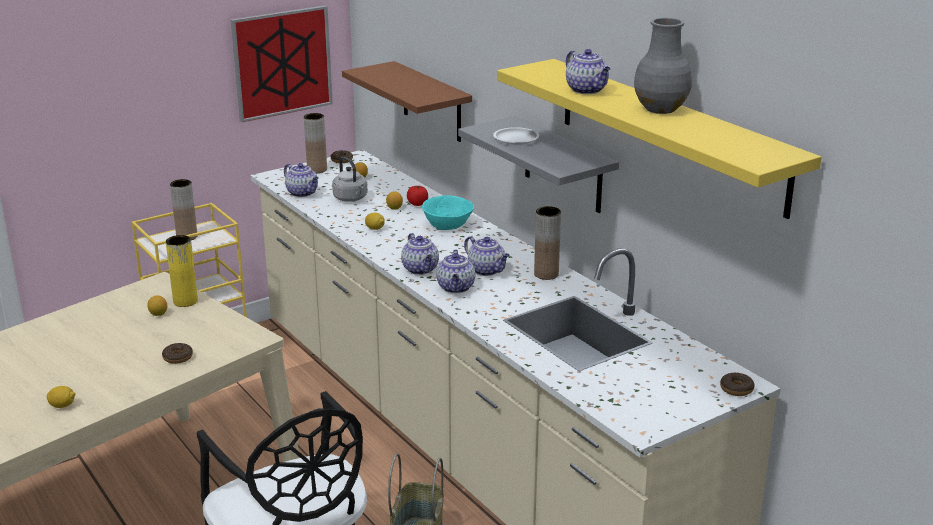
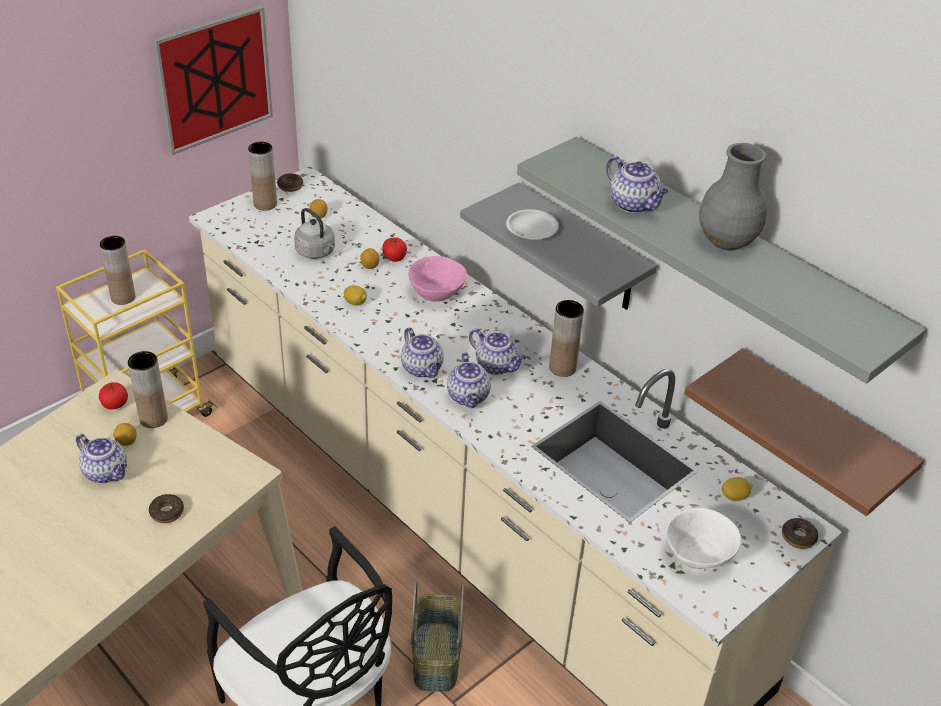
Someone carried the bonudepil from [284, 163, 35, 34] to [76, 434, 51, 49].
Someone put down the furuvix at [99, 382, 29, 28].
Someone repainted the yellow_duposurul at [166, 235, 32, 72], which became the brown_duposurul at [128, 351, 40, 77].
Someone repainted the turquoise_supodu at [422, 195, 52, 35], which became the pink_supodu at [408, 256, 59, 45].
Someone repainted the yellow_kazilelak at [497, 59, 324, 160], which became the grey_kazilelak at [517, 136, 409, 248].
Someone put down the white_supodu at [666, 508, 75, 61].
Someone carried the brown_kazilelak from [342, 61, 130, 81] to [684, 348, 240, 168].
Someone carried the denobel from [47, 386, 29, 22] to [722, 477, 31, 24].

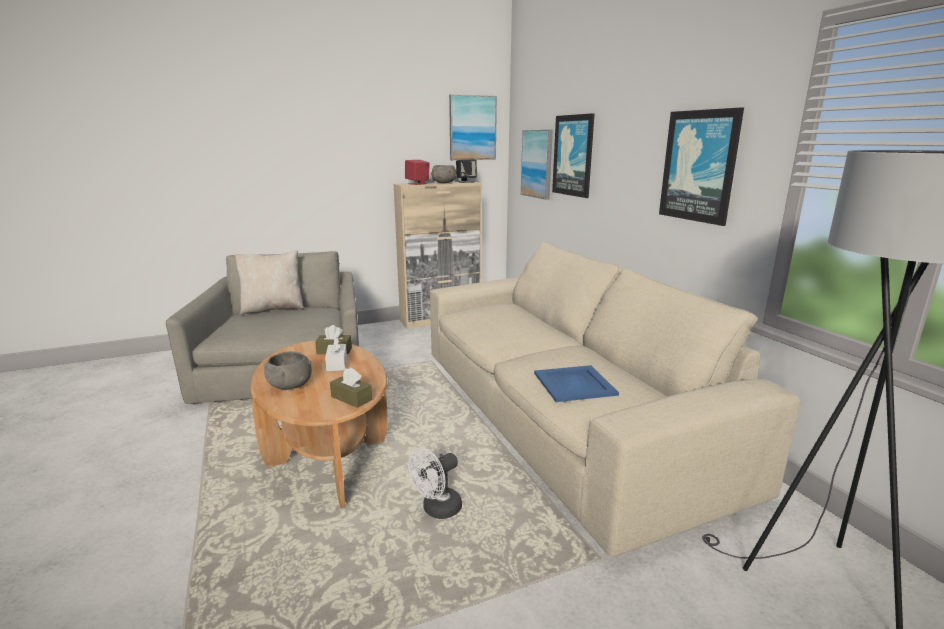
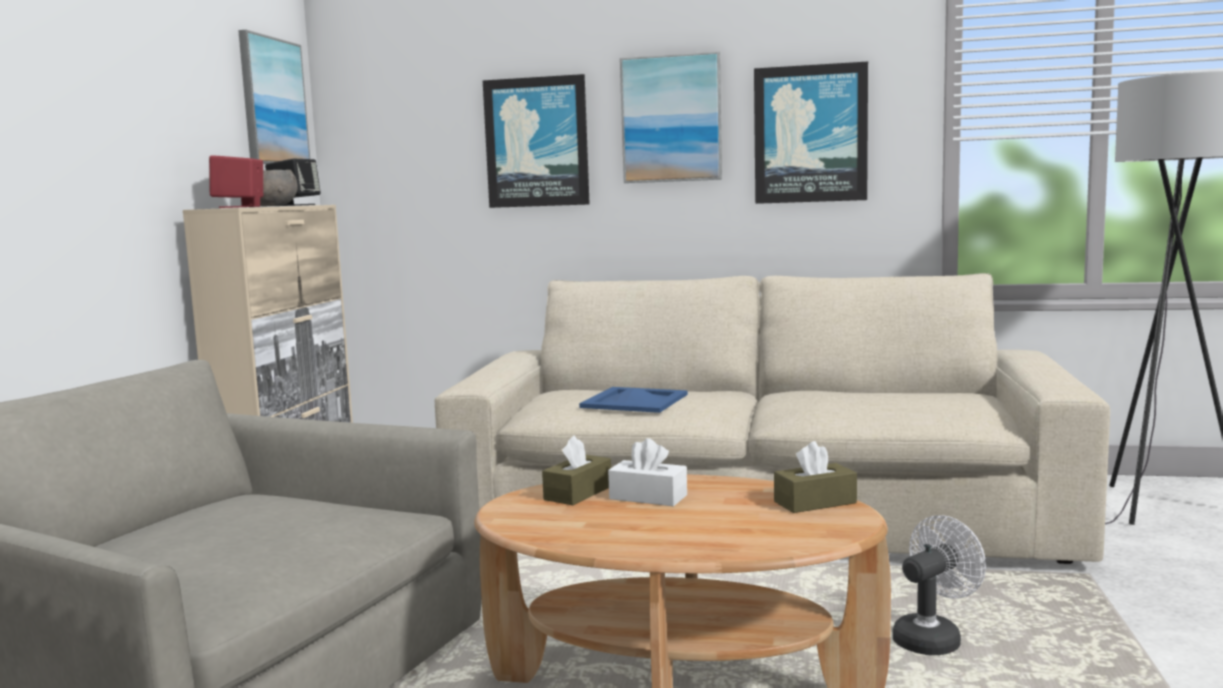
Someone carried the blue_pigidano from [534, 365, 85, 37] to [579, 387, 109, 26].
Someone carried the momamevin from [521, 130, 32, 70] to [620, 51, 102, 132].
Someone rotated the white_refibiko at [408, 447, 54, 72] by 120 degrees counterclockwise.
Someone took away the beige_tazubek at [235, 250, 69, 65].
Someone took away the grey_supodu at [264, 351, 48, 39].

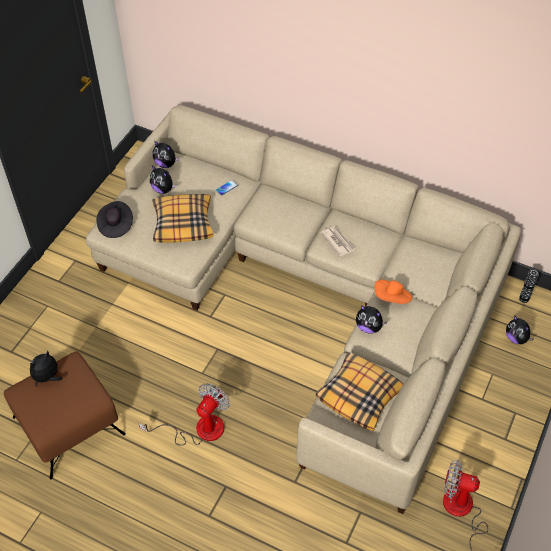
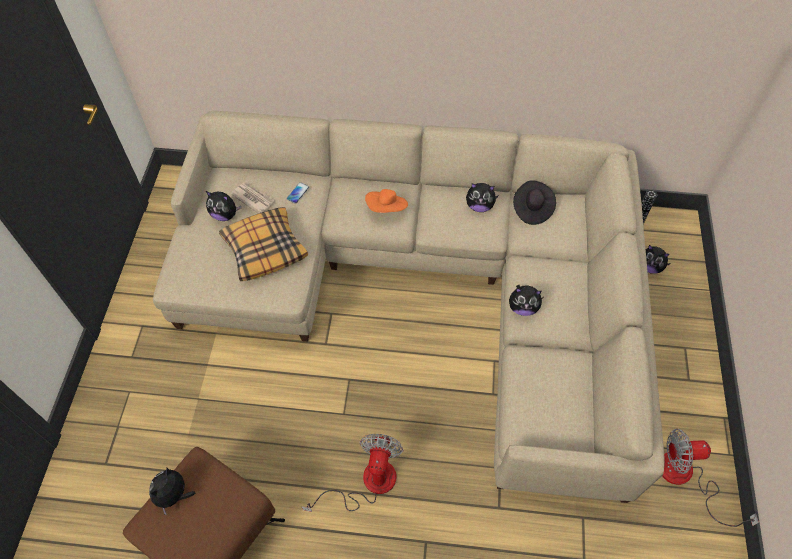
Someone carried the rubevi from [320, 226, 35, 31] to [231, 183, 43, 31].
Someone carried the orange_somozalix from [375, 280, 37, 24] to [365, 189, 43, 24].
Someone carried the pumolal from [153, 141, 27, 27] to [466, 183, 32, 29].
Someone carried the black_somozalix from [96, 201, 37, 37] to [513, 180, 43, 45].
Someone took away the tazubek at [316, 352, 87, 79].

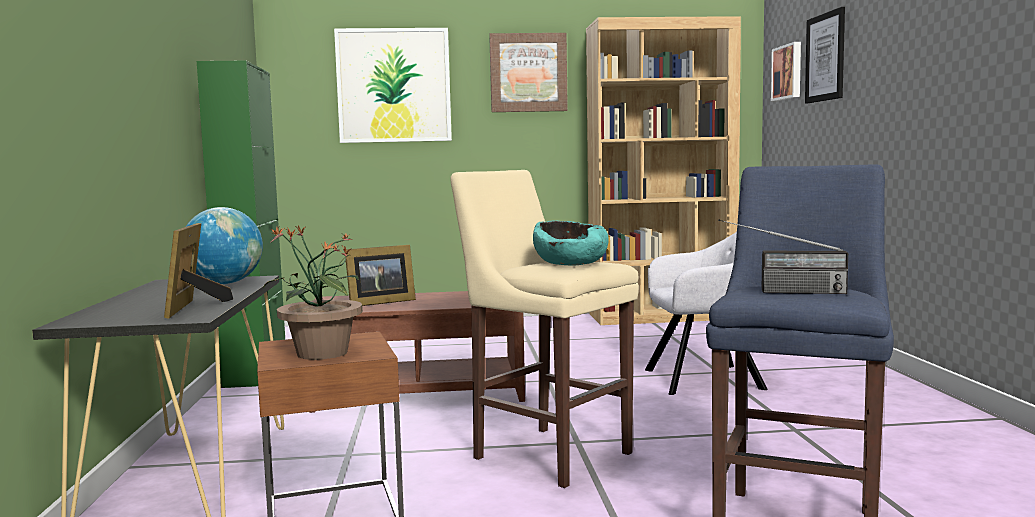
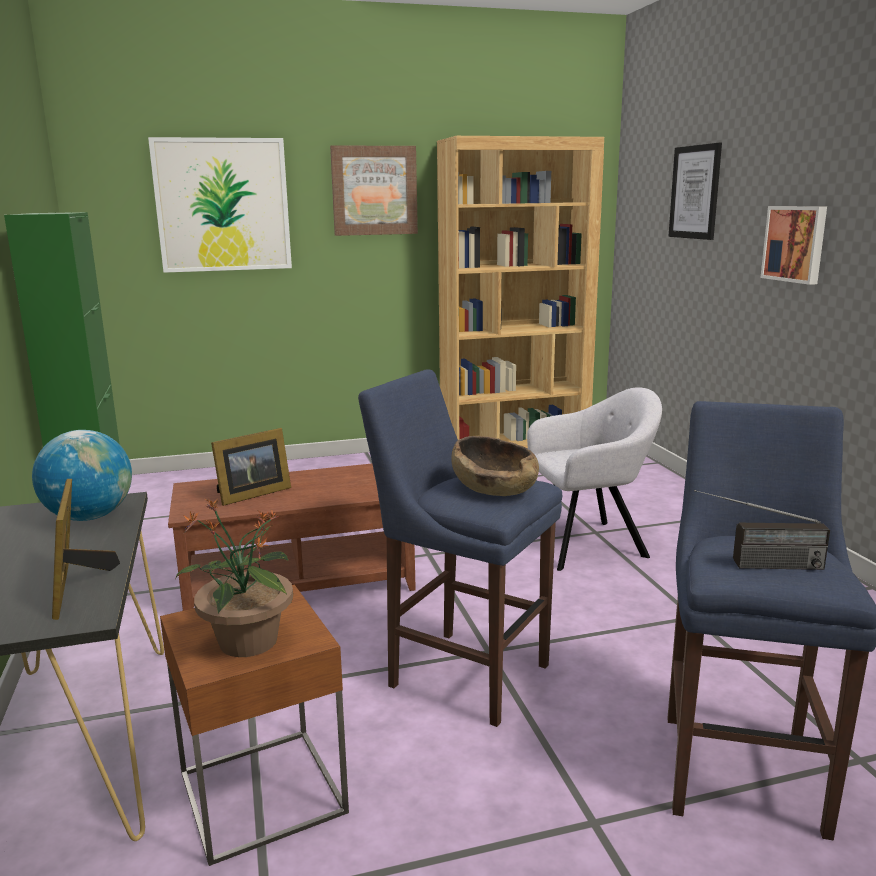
Someone repainted the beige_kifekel at [450, 170, 189, 318], which became the blue_kifekel at [358, 369, 204, 358].
Someone repainted the turquoise_supodu at [533, 220, 76, 46], which became the brown_supodu at [451, 436, 88, 60].
Someone carried the momamevin from [771, 42, 30, 59] to [760, 206, 67, 79].

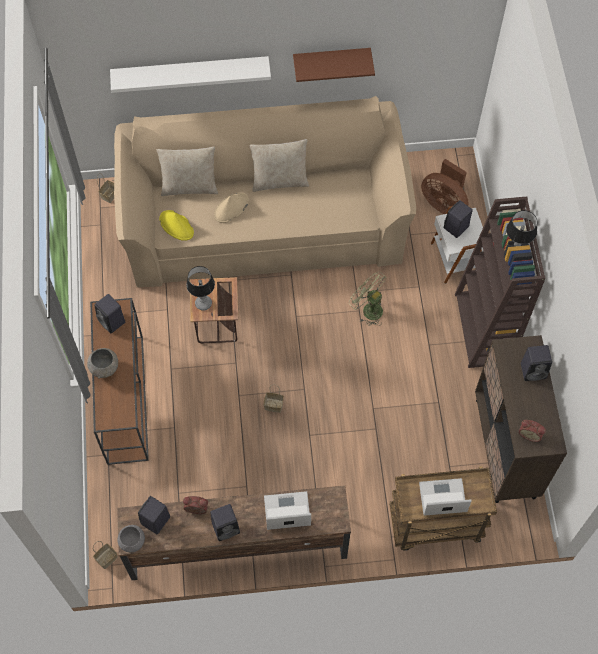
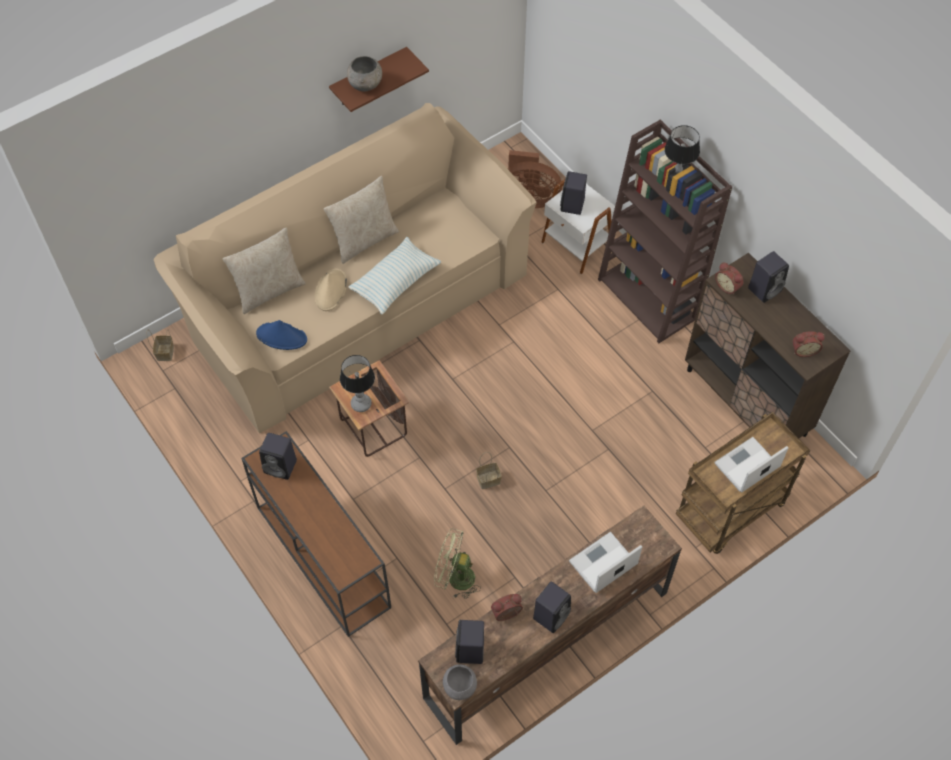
Someone repainted the yellow_somozalix at [159, 210, 35, 31], which became the blue_somozalix at [256, 320, 51, 30].
Someone carried the grey_supodu from [87, 348, 31, 31] to [347, 56, 35, 36].
Someone put down the tazubek at [348, 237, 93, 78].
Someone carried the green_refibiko from [349, 272, 38, 54] to [434, 528, 47, 71].
Someone put down the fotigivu at [715, 262, 28, 33].
Someone took away the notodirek at [93, 541, 25, 28].
Someone took away the white_kazilelak at [110, 56, 161, 37].

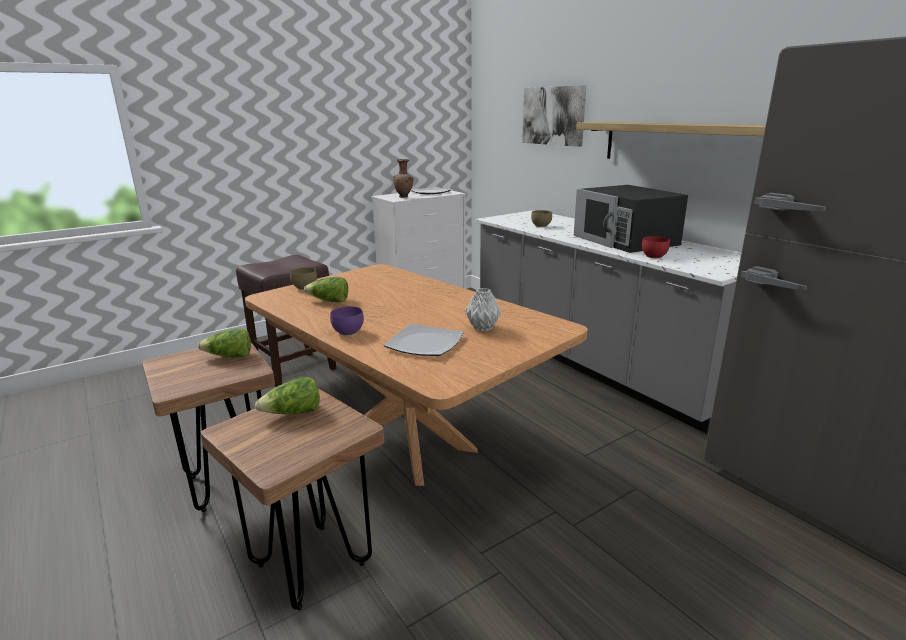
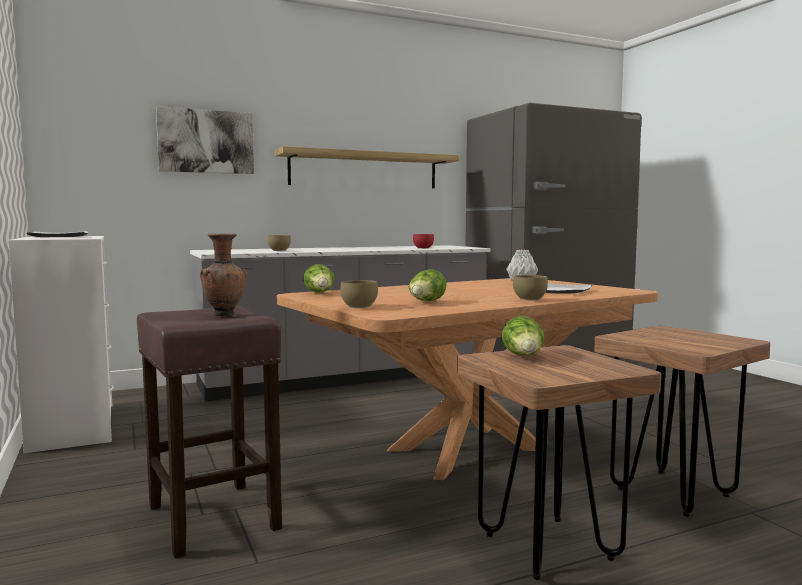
Someone carried the brown_duposurul from [393, 159, 20, 39] to [200, 234, 47, 82].
Someone carried the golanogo from [255, 377, 65, 37] to [303, 264, 32, 29].
Someone repainted the purple_supodu at [330, 306, 34, 29], which became the brown_supodu at [513, 275, 35, 25].
Someone took away the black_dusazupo at [574, 185, 114, 68].

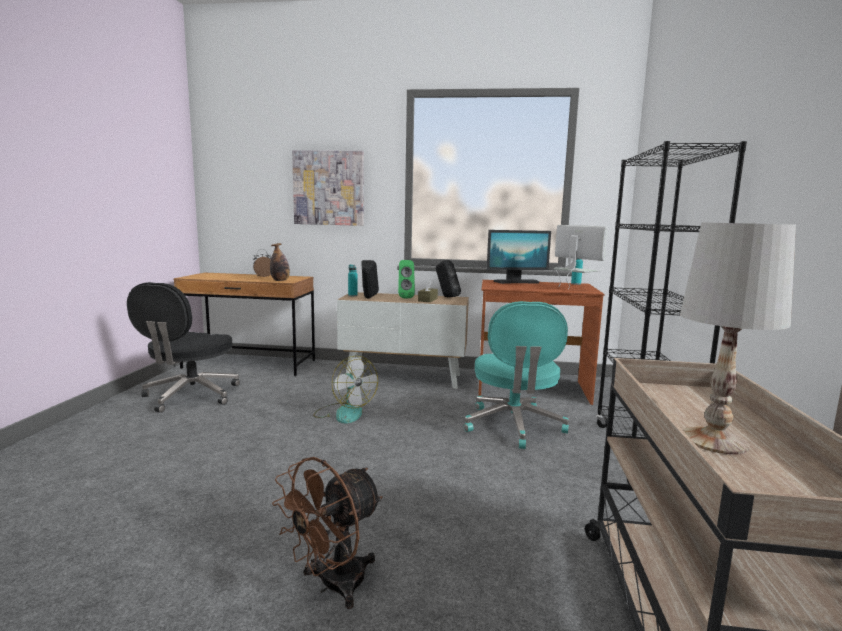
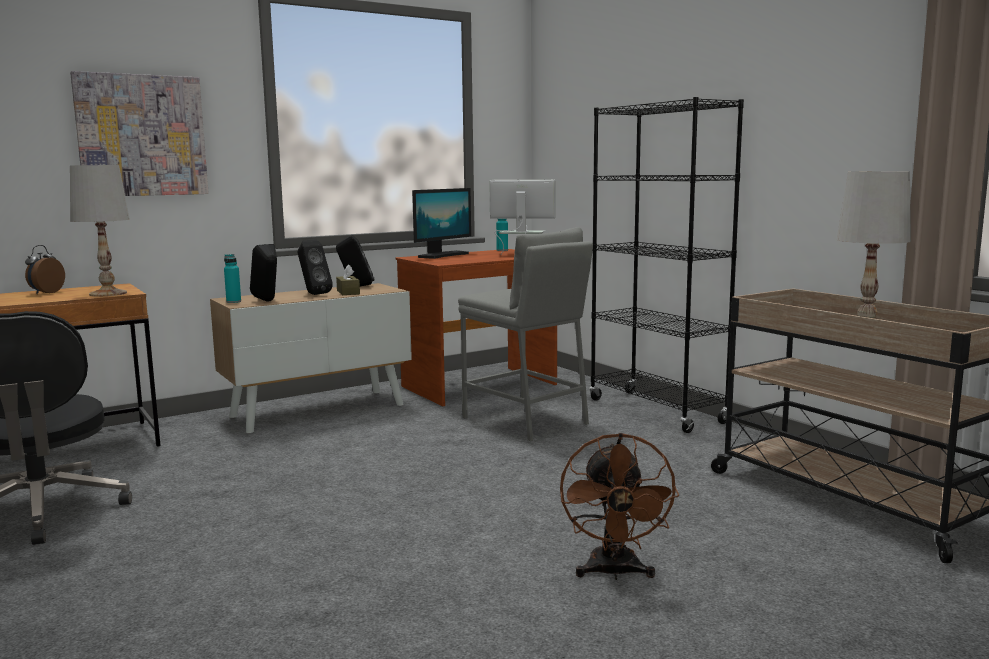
Someone swapped the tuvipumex at [270, 243, 20, 38] for the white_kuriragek at [70, 165, 60, 131].
Someone repainted the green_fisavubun at [398, 260, 17, 39], which became the black_fisavubun at [297, 239, 36, 56].
Someone swapped the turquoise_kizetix at [464, 301, 105, 148] for the grey_kifekel at [458, 227, 135, 214].
Someone took away the refibiko at [313, 356, 65, 68].

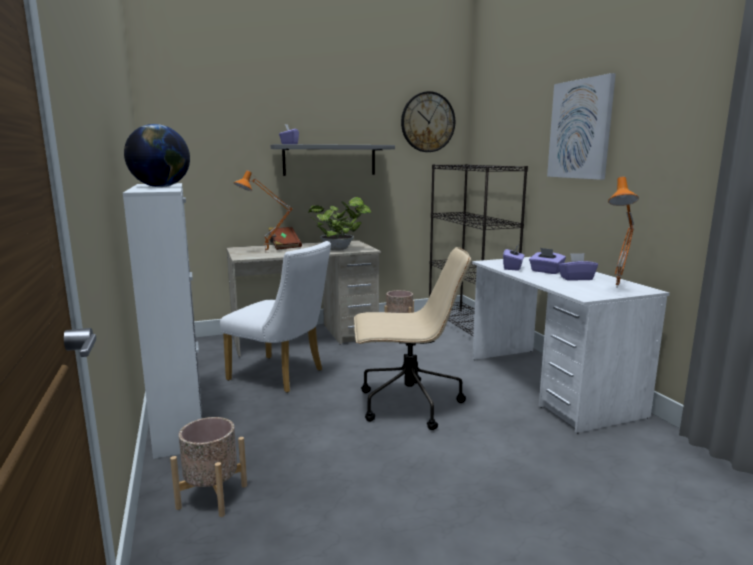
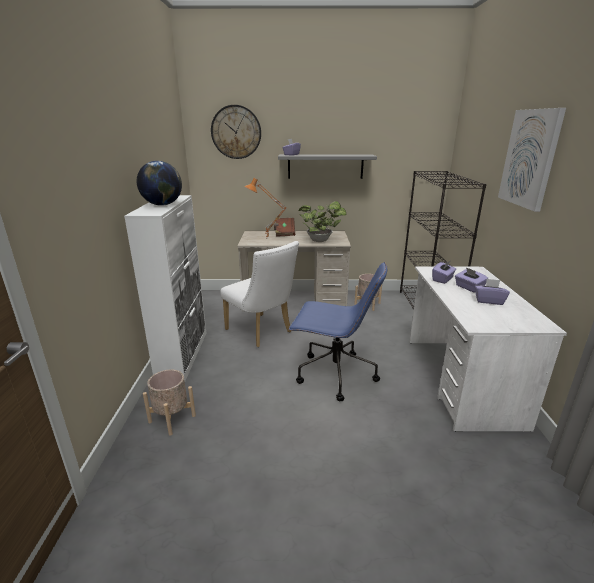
Someone carried the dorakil from [401, 91, 54, 61] to [211, 105, 50, 54].
Someone repainted the beige_kizetix at [354, 247, 117, 183], which became the blue_kizetix at [288, 262, 99, 139].
Someone took away the orange_kuriragek at [608, 177, 31, 111].

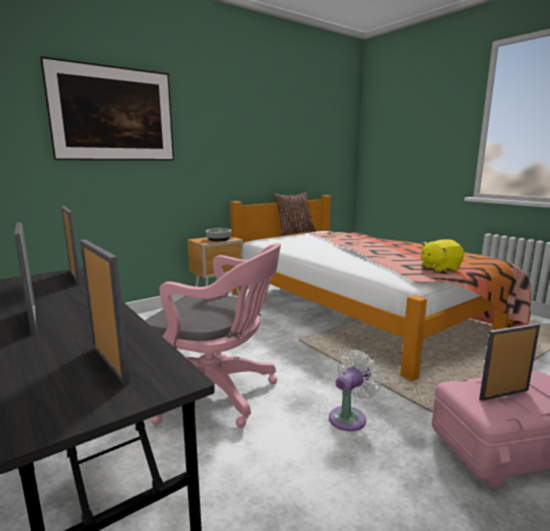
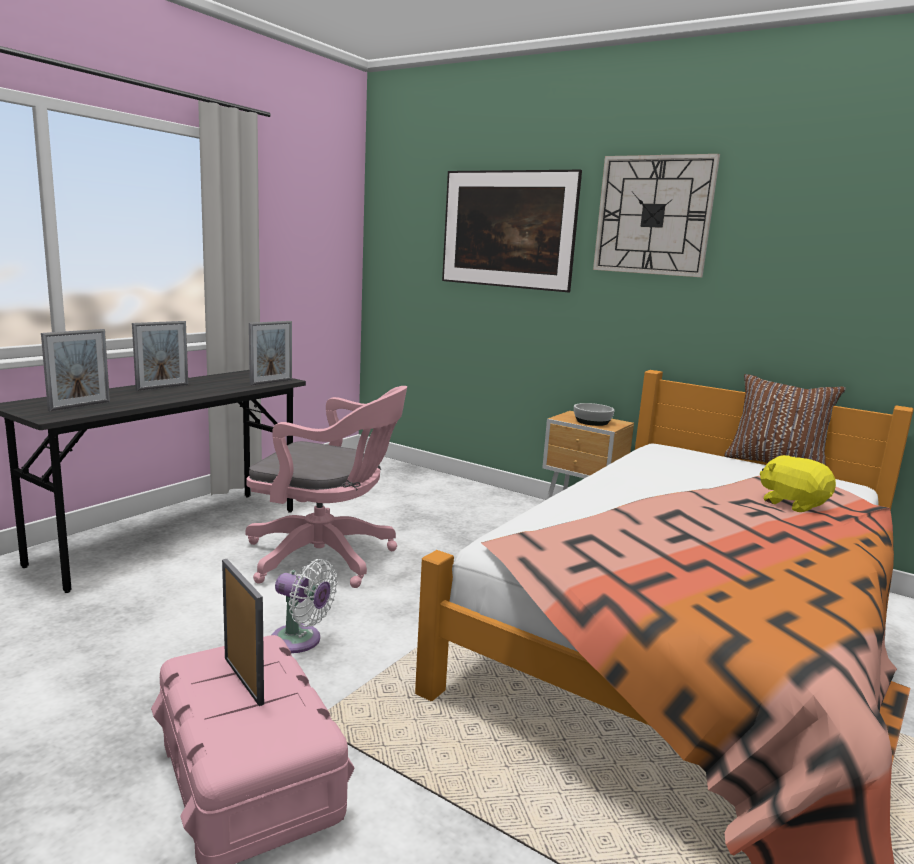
Someone rotated the pink_kizetix at [145, 243, 136, 185] by 75 degrees counterclockwise.
Someone put up the dorakil at [593, 154, 127, 123].
Someone carried the yellow_pumolal from [421, 239, 43, 33] to [760, 455, 76, 57].

